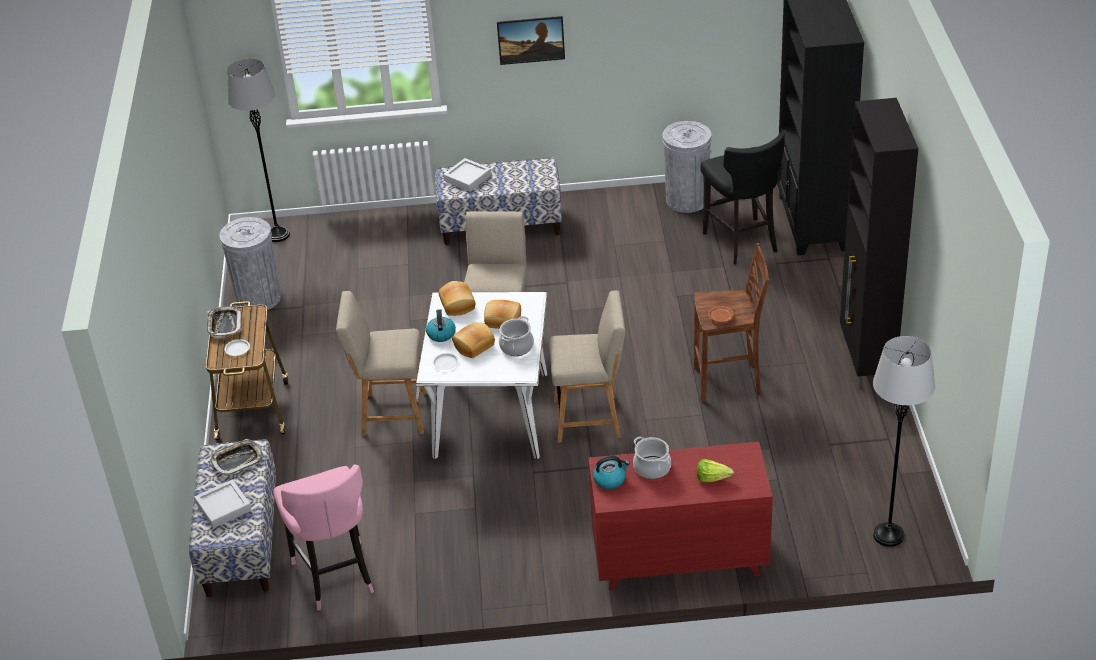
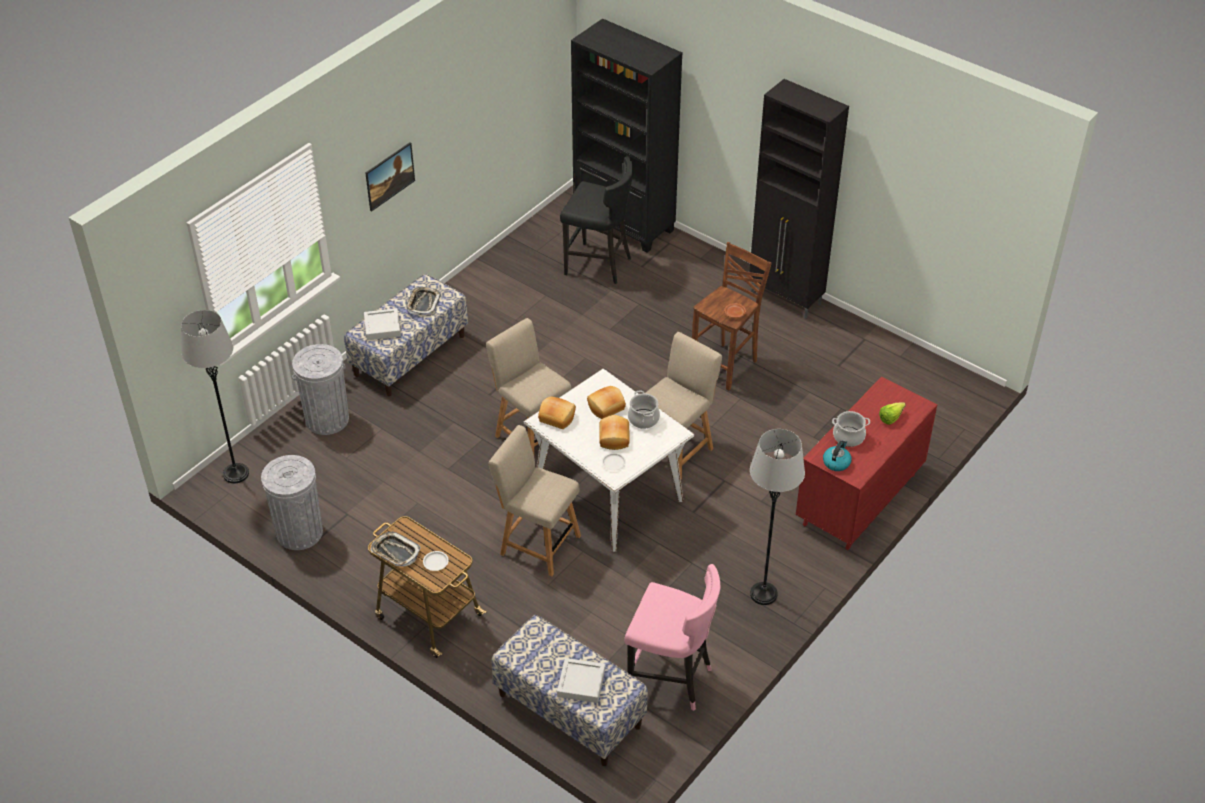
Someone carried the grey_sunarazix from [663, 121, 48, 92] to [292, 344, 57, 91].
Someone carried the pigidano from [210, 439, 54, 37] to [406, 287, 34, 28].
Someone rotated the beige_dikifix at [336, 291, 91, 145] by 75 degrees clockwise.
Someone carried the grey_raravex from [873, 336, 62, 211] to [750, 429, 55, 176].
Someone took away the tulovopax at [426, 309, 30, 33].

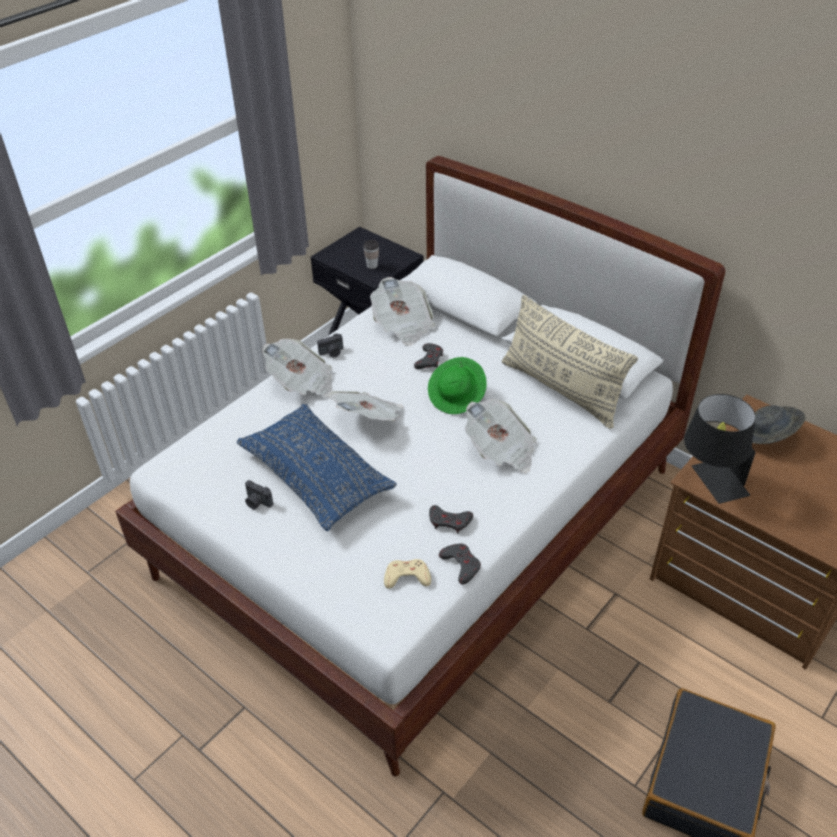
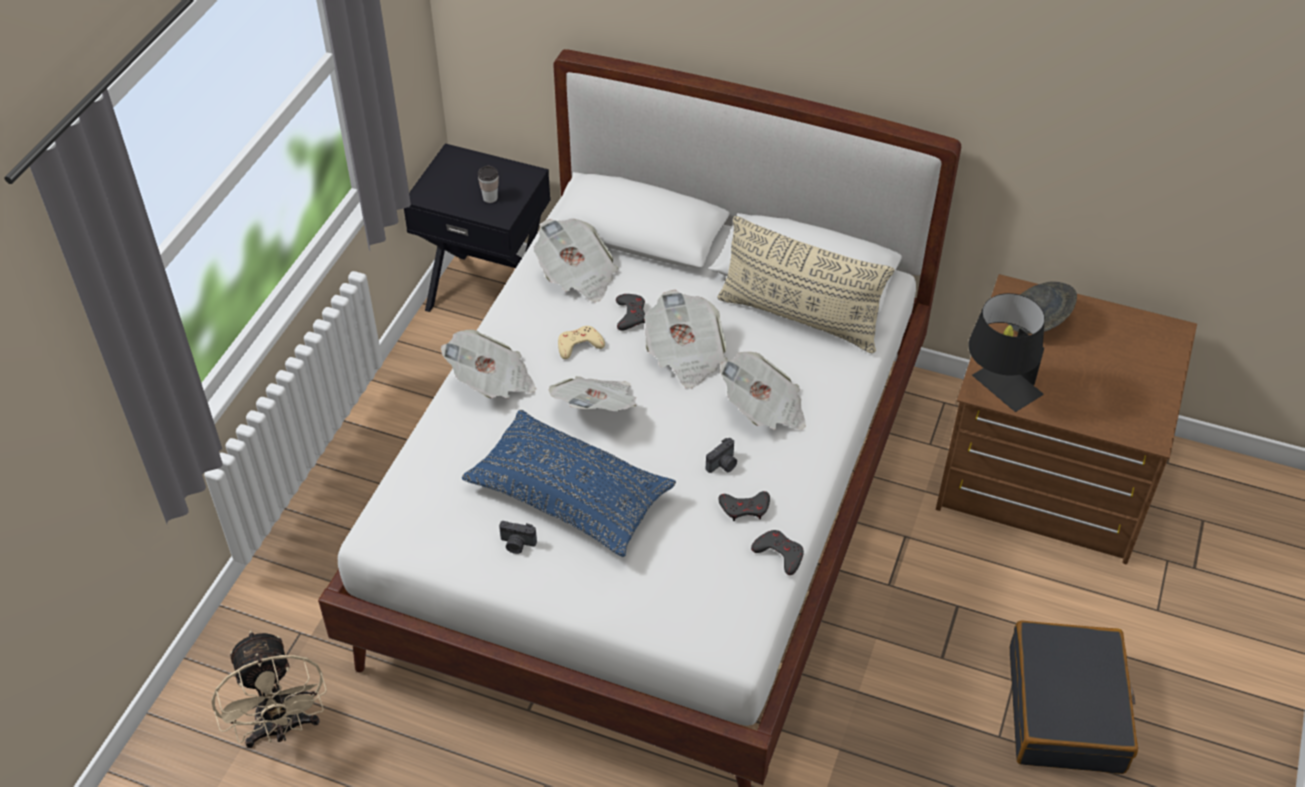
Someone put down the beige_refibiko at [211, 630, 116, 118].
Someone carried the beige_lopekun from [384, 559, 47, 30] to [558, 326, 47, 33].
Someone swapped the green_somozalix at [428, 357, 59, 57] for the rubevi at [644, 290, 84, 99].
Someone carried the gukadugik from [317, 333, 26, 25] to [706, 438, 31, 35].

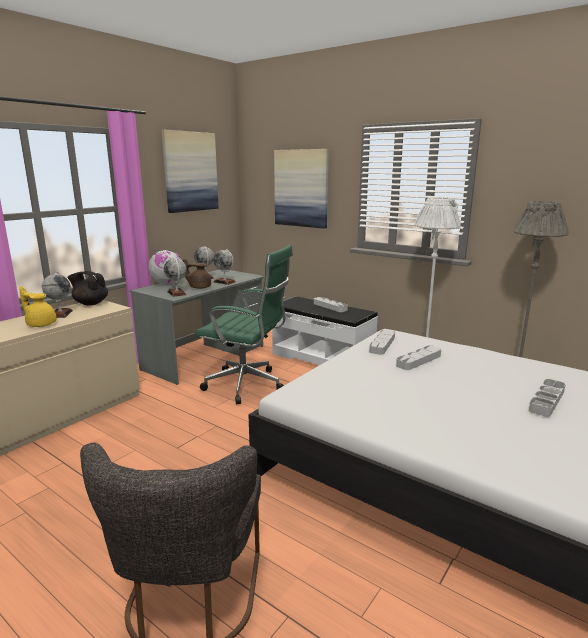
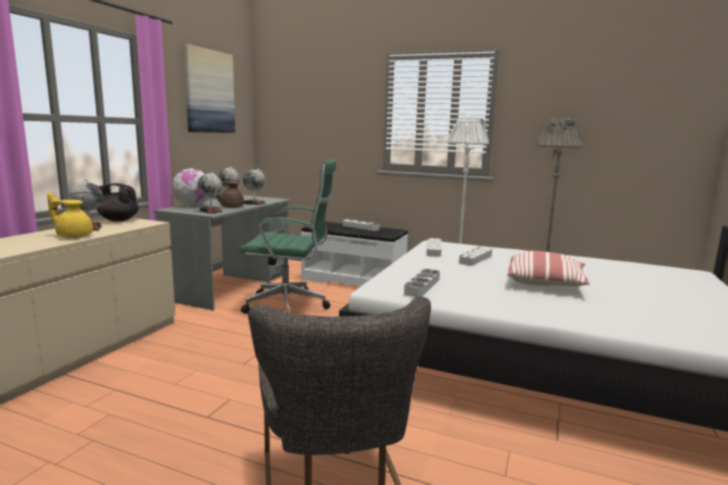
Someone carried the grey_pigidano from [529, 379, 37, 38] to [404, 269, 36, 28].
Someone put down the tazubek at [507, 251, 83, 35].
Someone took away the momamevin at [274, 149, 55, 80].

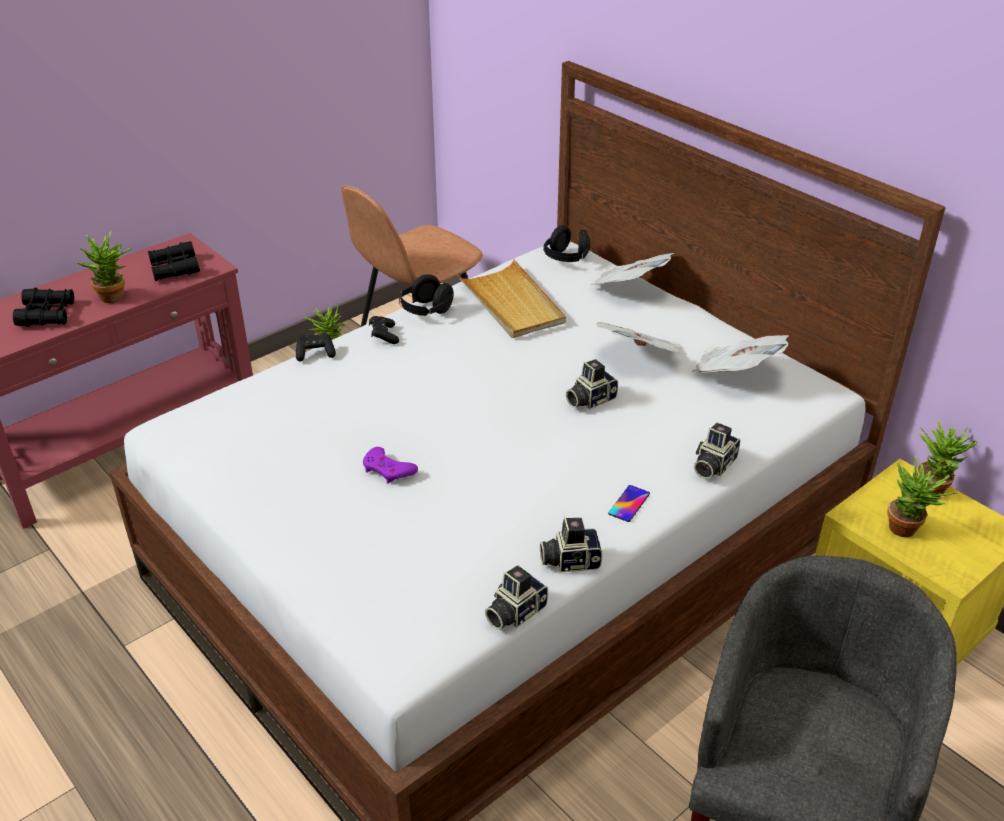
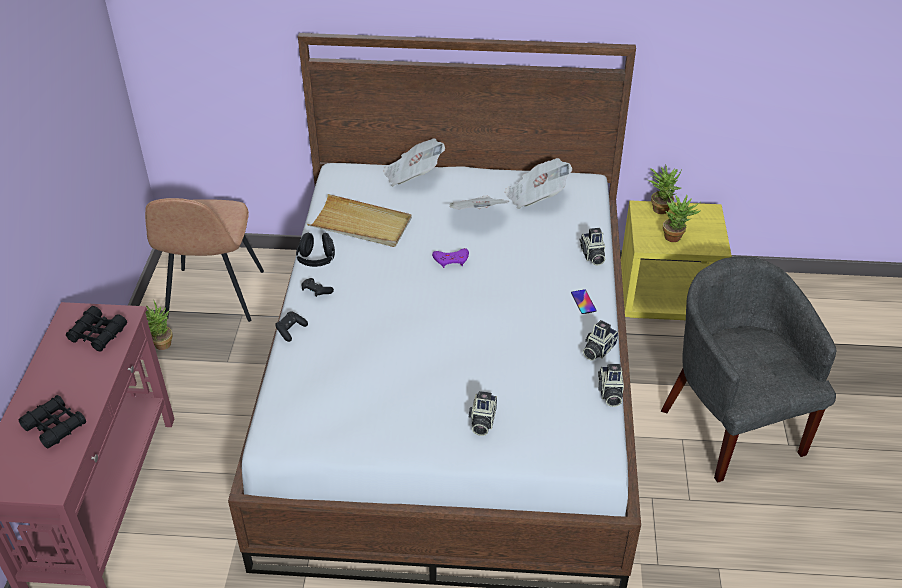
Someone carried the purple_lopekun from [363, 447, 55, 37] to [432, 248, 37, 20].
Someone carried the gukadugik from [566, 360, 52, 49] to [469, 391, 28, 45].
Someone took away the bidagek at [78, 232, 54, 71].
Someone took away the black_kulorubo at [543, 225, 47, 37].

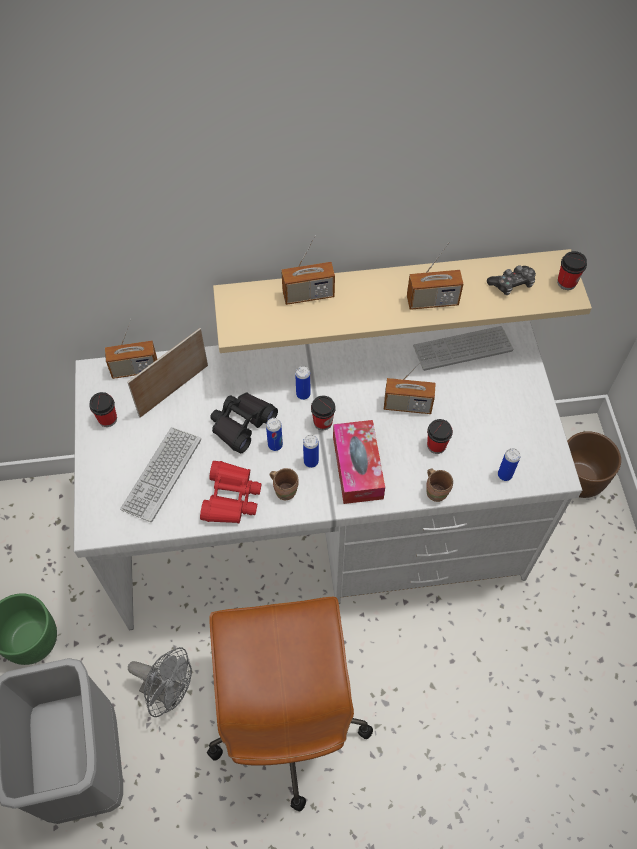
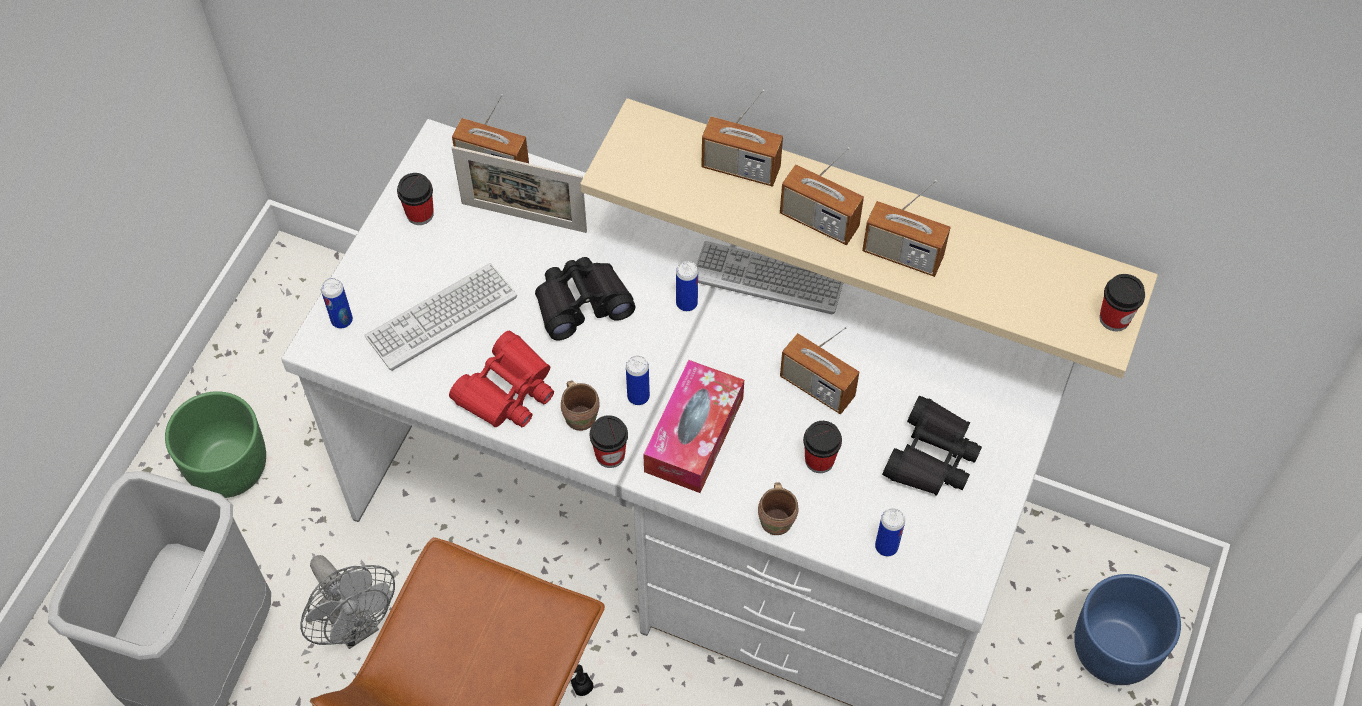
Someone carried the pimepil from [266, 418, 17, 33] to [321, 278, 32, 51].
Someone rotated the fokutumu at [127, 328, 81, 90] by 150 degrees counterclockwise.
Someone carried the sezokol from [311, 395, 25, 35] to [590, 415, 38, 53].
Someone carried the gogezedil from [413, 326, 100, 45] to [696, 241, 147, 74].
Someone put down the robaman at [780, 147, 84, 98].
Someone put down the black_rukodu at [882, 396, 100, 100].
Someone repainted the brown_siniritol at [567, 431, 54, 67], which became the blue_siniritol at [1074, 574, 107, 111].
Someone took away the lopekun at [487, 265, 49, 30].

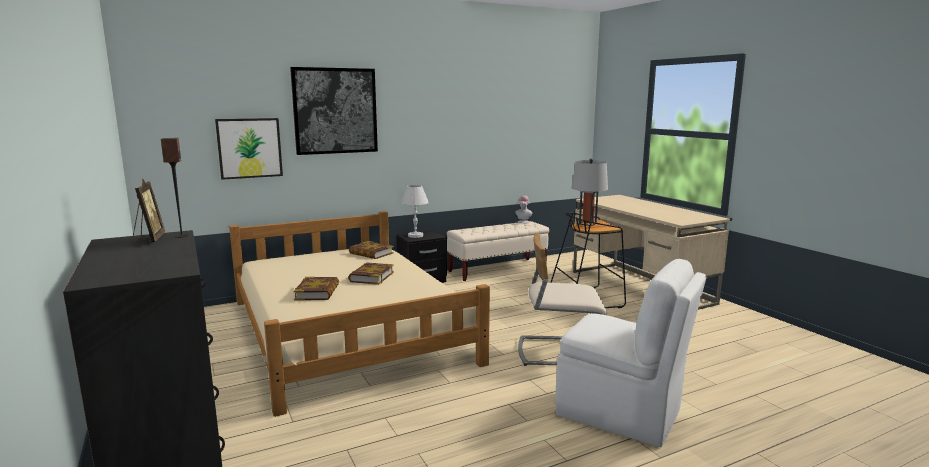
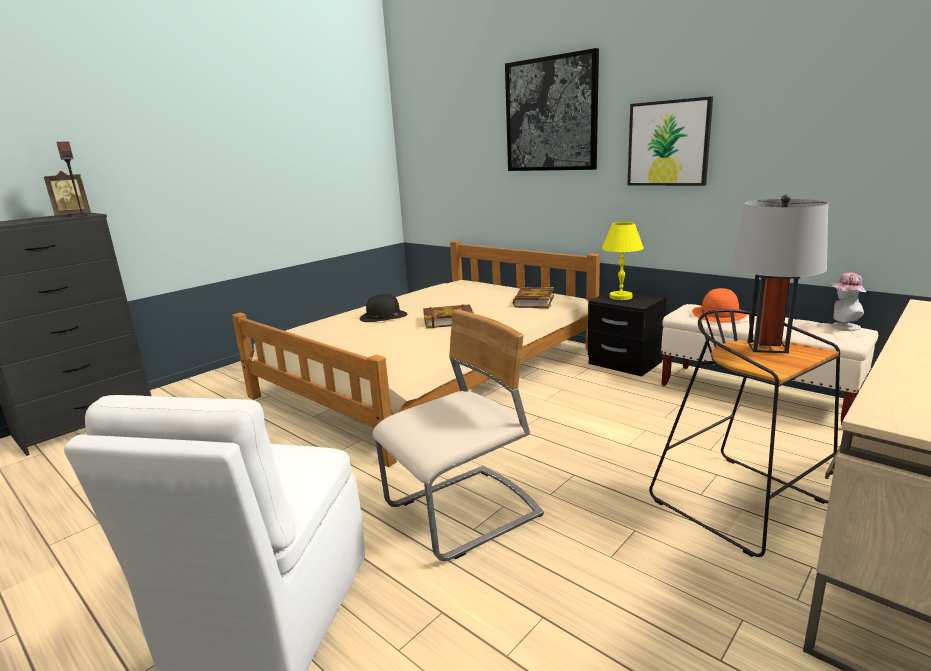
Someone swapped the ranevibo at [294, 277, 45, 23] for the black_somozalix at [360, 294, 47, 28].
Someone rotated the beige_dikifix at [518, 233, 89, 133] by 75 degrees clockwise.
Someone repainted the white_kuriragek at [401, 185, 28, 53], which became the yellow_kuriragek at [602, 222, 42, 78].
Someone carried the momamevin from [215, 118, 68, 62] to [627, 96, 86, 90].
Someone put down the orange_somozalix at [692, 288, 56, 34].

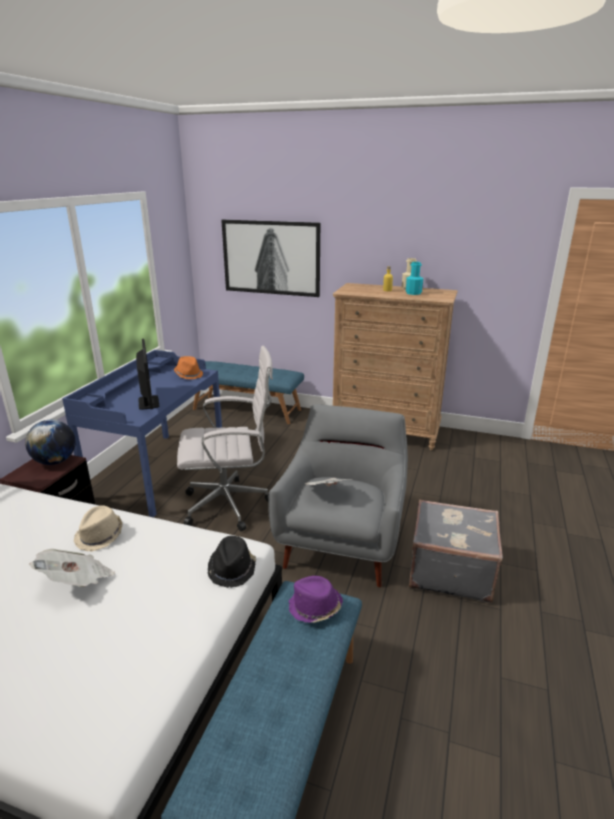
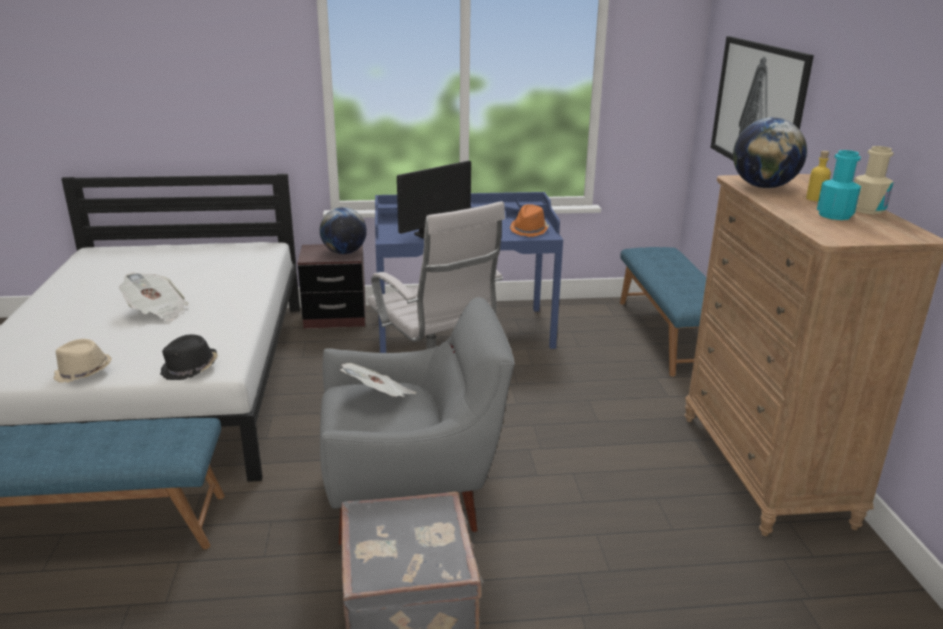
Someone carried the beige_somozalix from [74, 506, 49, 46] to [53, 339, 59, 44].
Someone put down the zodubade at [733, 118, 74, 70].
Someone took away the purple_somozalix at [289, 576, 54, 47].

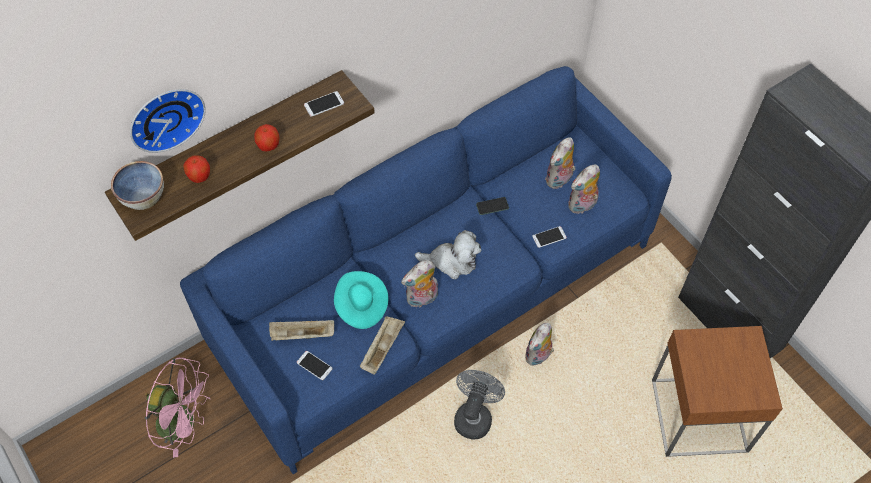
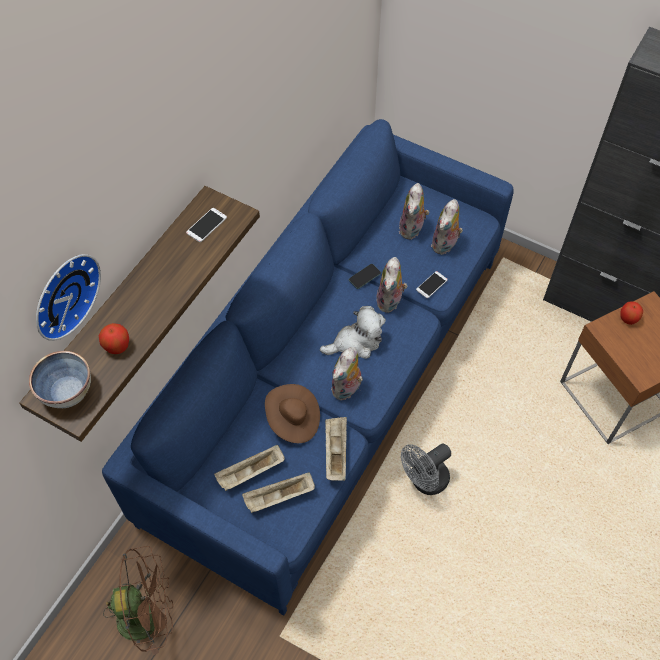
Someone repainted the pink_refibiko at [145, 358, 65, 100], which became the brown_refibiko at [103, 546, 71, 109].
Someone swapped the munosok at [297, 351, 36, 29] for the beige_pigidano at [242, 472, 73, 41].
Someone repainted the turquoise_somozalix at [334, 271, 54, 58], which became the brown_somozalix at [265, 384, 55, 59].
Someone carried the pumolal from [525, 323, 29, 43] to [376, 257, 31, 56].
Someone rotated the grey_refibiko at [454, 370, 51, 70] by 120 degrees counterclockwise.
Someone carried the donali from [254, 124, 26, 28] to [621, 301, 22, 24].

